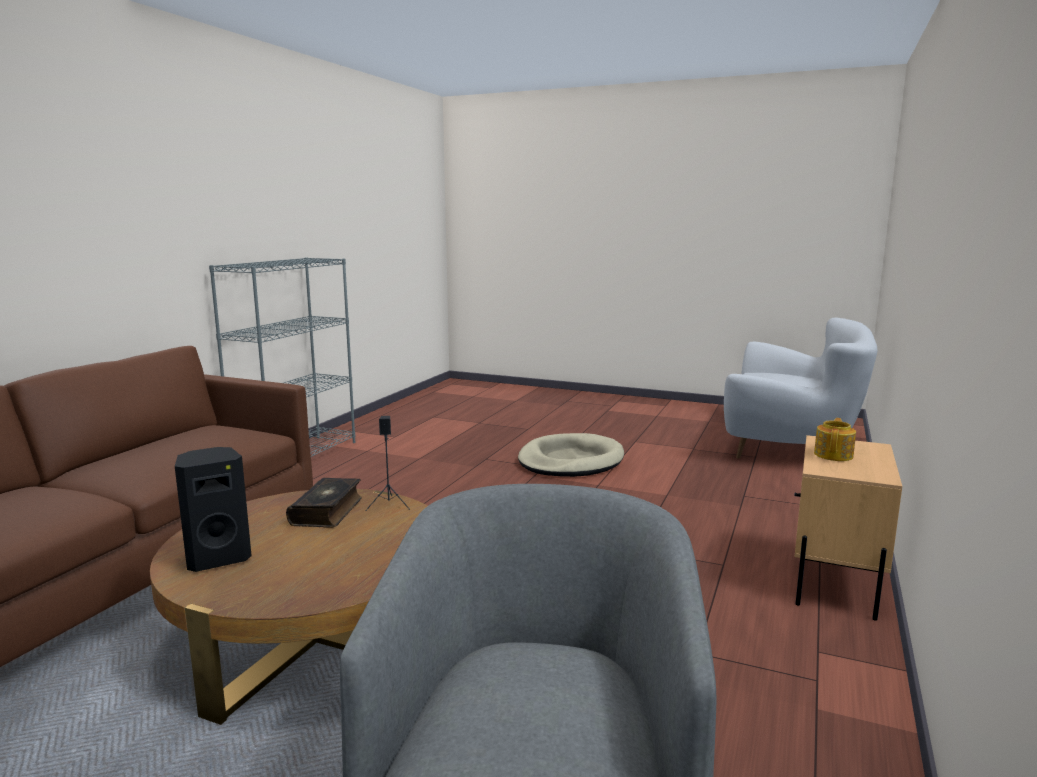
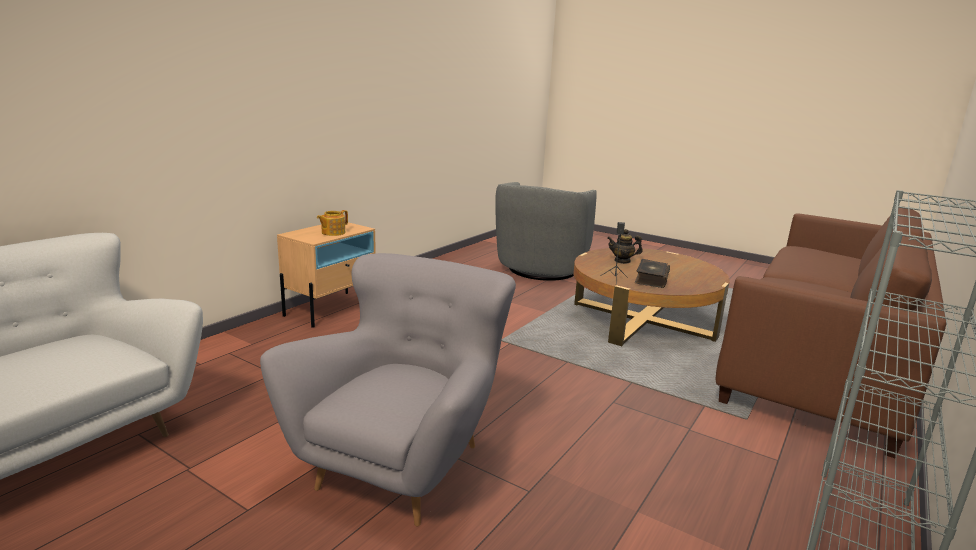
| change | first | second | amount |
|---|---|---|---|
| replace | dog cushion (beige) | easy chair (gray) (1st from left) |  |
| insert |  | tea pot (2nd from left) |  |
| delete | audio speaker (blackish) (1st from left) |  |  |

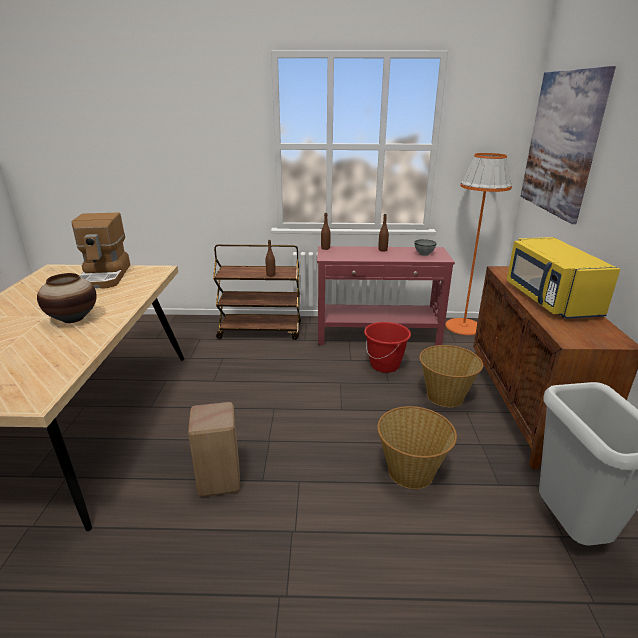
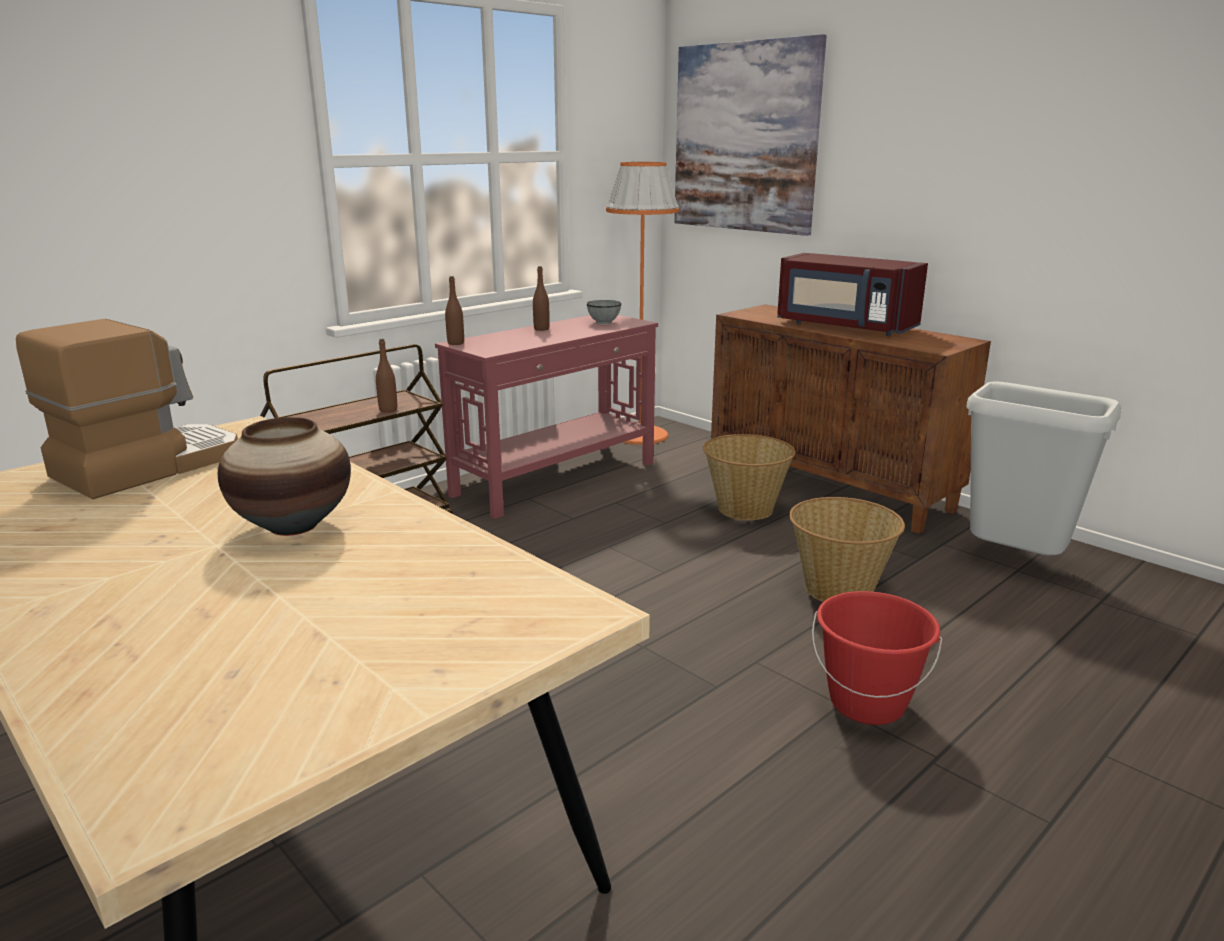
| change | first | second | amount |
|---|---|---|---|
| rotate | coffee maker |  | 90 degrees counterclockwise |
| recolor | microwave (yellow) | microwave (red) |  |
| move | bucket (red) |  |  |
| delete | sitting stool (beige) |  |  |

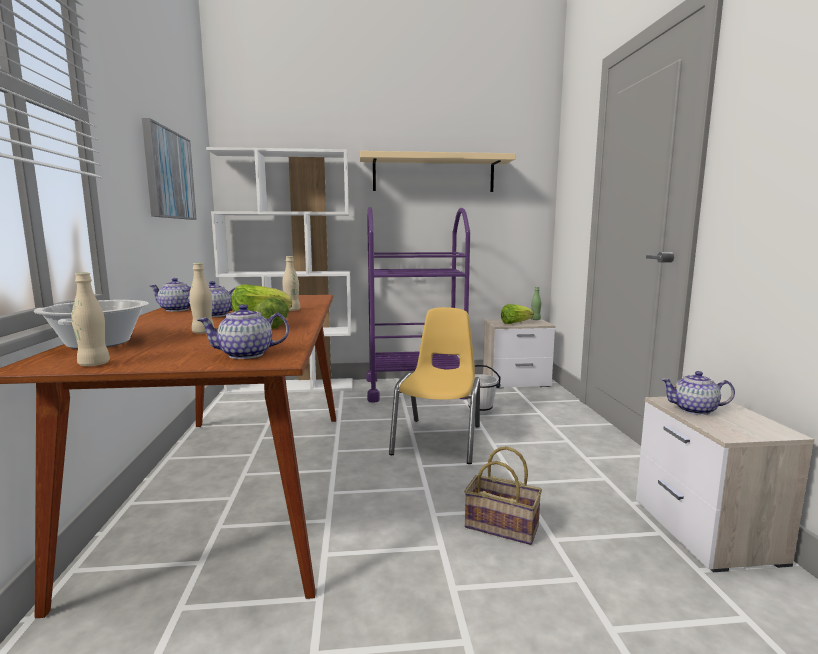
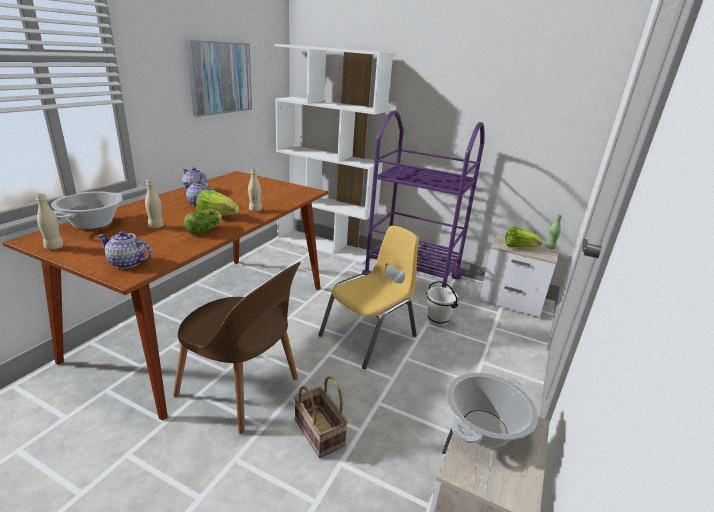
| change | first | second | amount |
|---|---|---|---|
| insert |  | upright chair (brownish) |  |
| replace | tea pot (4th from left) | saucepot (2nd from left) |  |
| delete | bracket shelf (beige) |  |  |

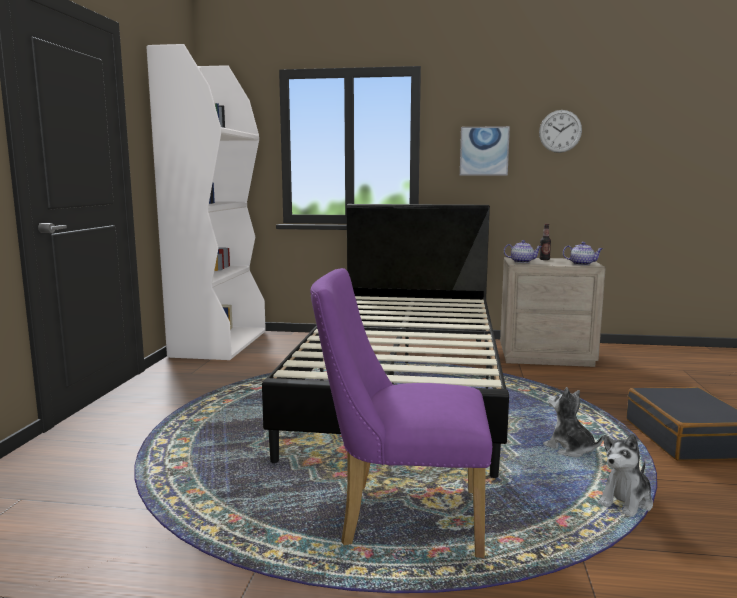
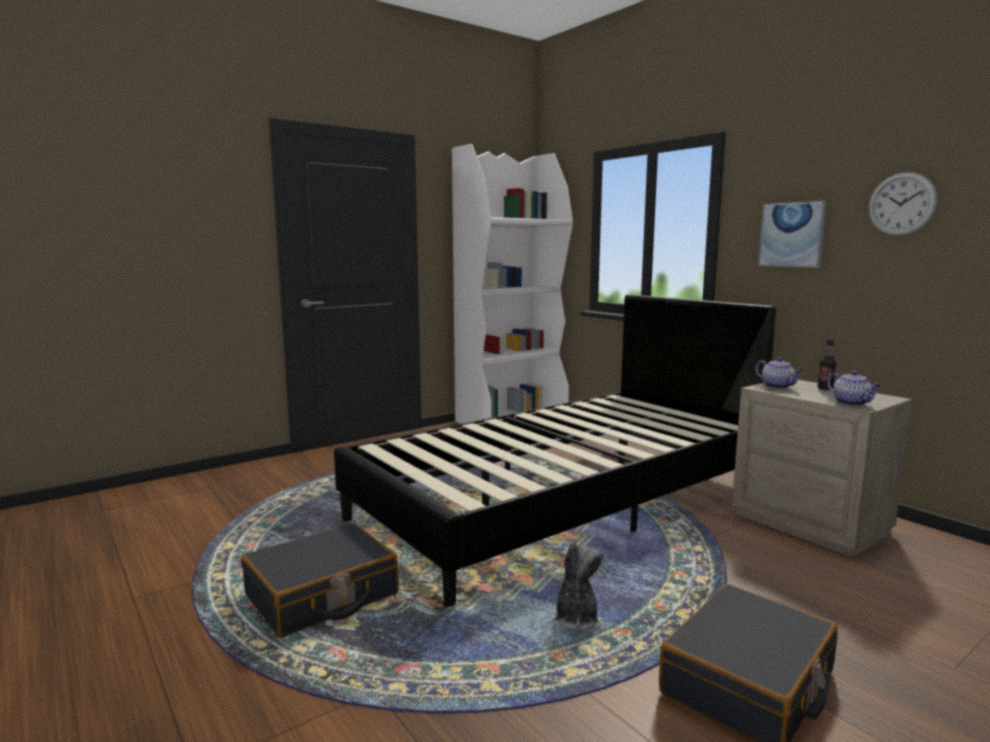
| change | first | second | amount |
|---|---|---|---|
| replace | upright chair (purple-coloured) | travel case (blackish) (1st from left) |  |
| delete | soft toy (2nd from left) |  |  |

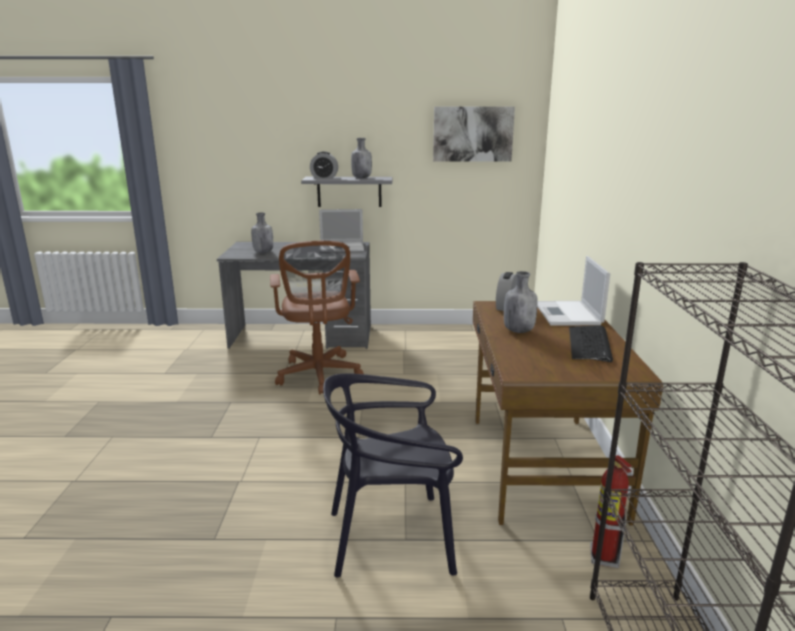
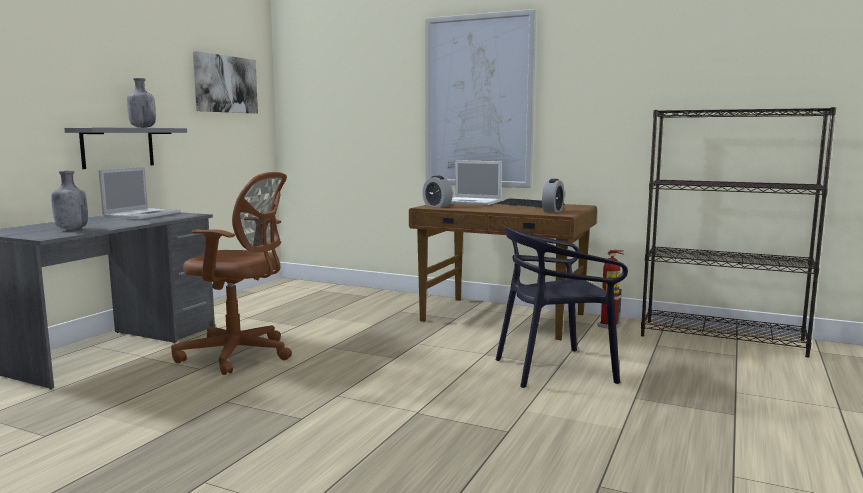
| change | first | second | amount |
|---|---|---|---|
| insert |  | wall picture (2nd from left) |  |
| rotate | upright chair (blackish) |  | 60 degrees clockwise |
| move | alarm clock (1st from left in the first image) | alarm clock (2nd from left) |  |
| delete | drink bottle (gray) (3rd from left) |  |  |

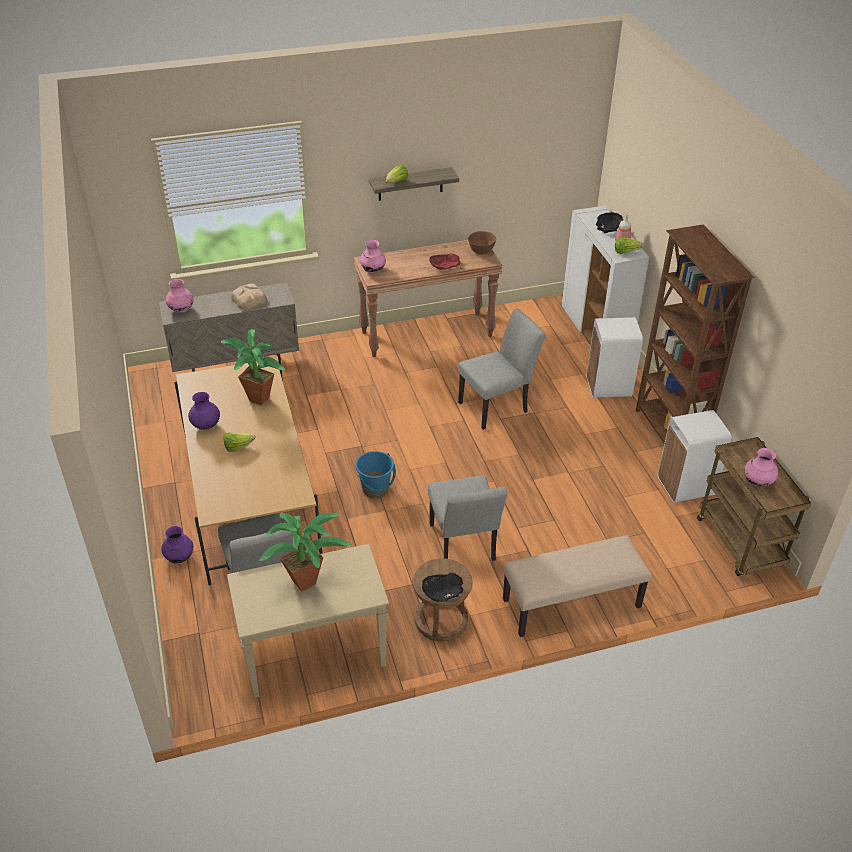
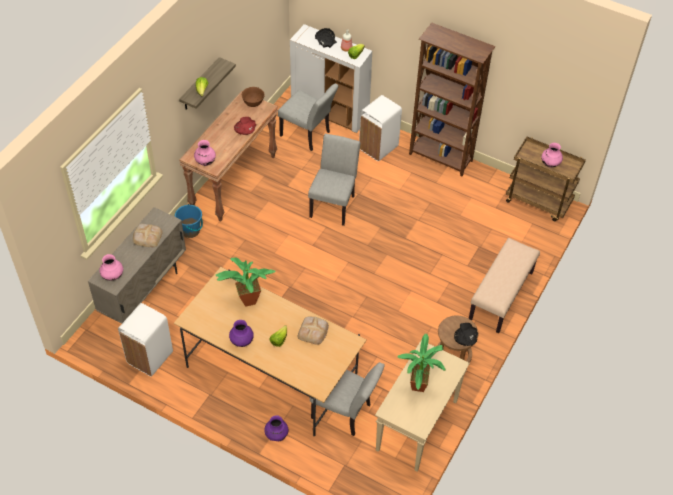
| change | first | second | amount |
|---|---|---|---|
| move | trash can (white-coloured) (2nd from left in the first image) | trash can (white-coloured) (1st from left) |  |
| move | bucket (blue) |  |  |
| move | upright chair (gray) (2nd from left in the first image) | upright chair (gray) (1st from left) |  |
| insert |  | baked bread (2nd from left) |  |

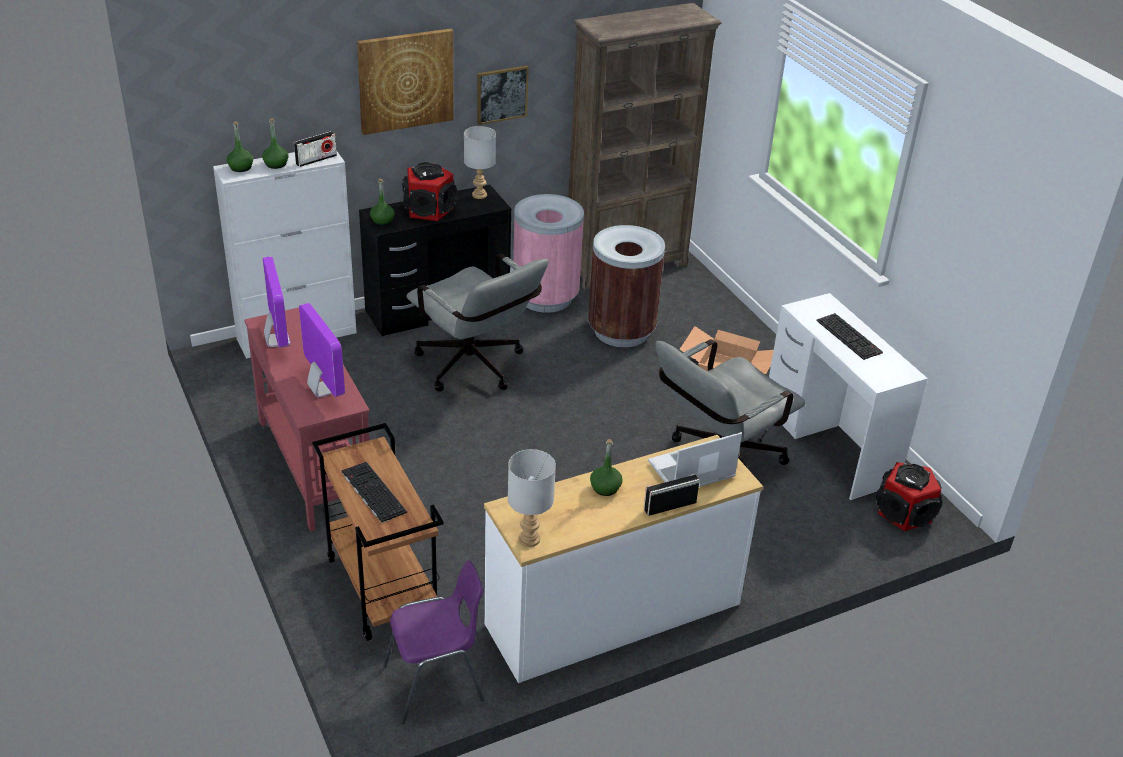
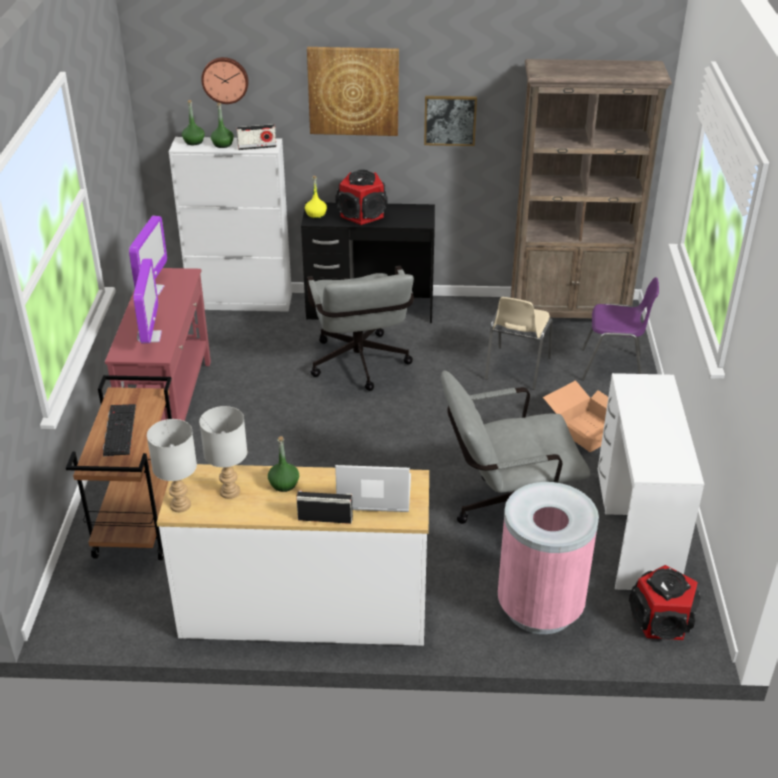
| change | first | second | amount |
|---|---|---|---|
| move | table lamp (gray) (1st from left in the first image) | table lamp (gray) (2nd from left) |  |
| insert |  | hanging clock |  |
| recolor | drink bottle (greenish) (3rd from left) | drink bottle (yellow) |  |
| replace | trash can (brownish) | upright chair (beige) |  |
| move | trash can (pink) |  |  |
| move | upright chair (purple-coloured) |  |  |
| delete | computer keyboard (2nd from left) |  |  |

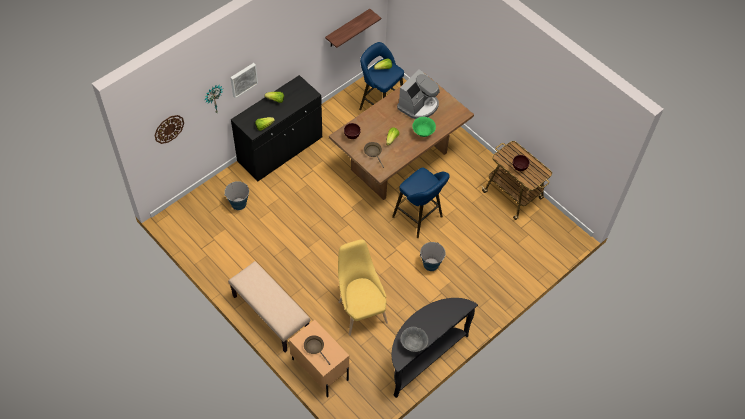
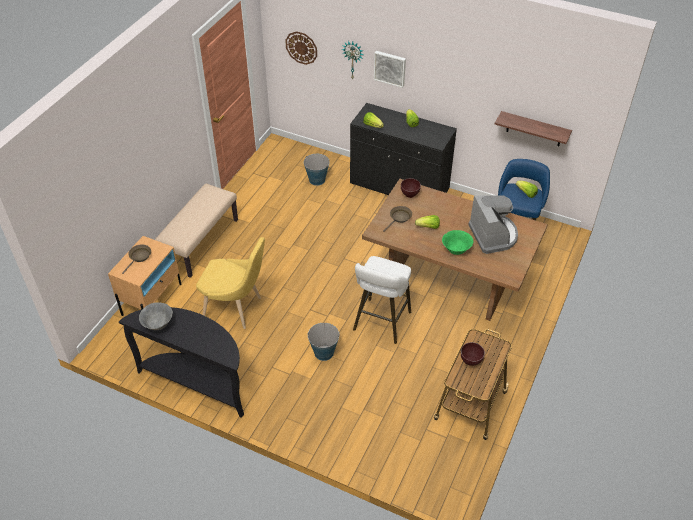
| change | first | second | amount |
|---|---|---|---|
| rotate | upright chair (yellow) |  | 60 degrees clockwise |
| recolor | sitting stool (blue) (2nd from left) | sitting stool (white-coloured) |  |
| rotate | coffee maker |  | 120 degrees counterclockwise |

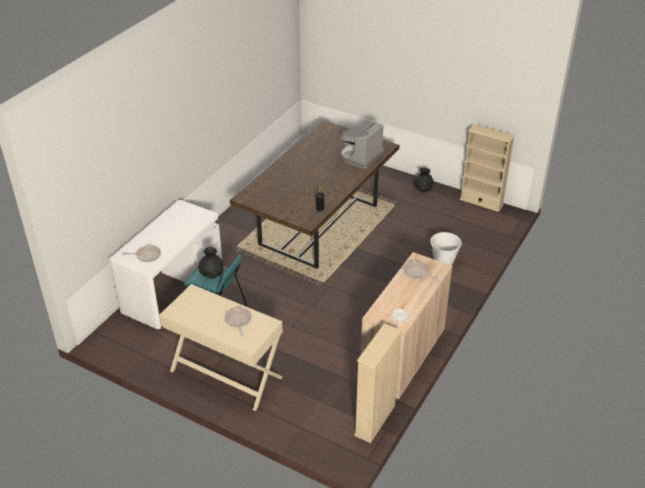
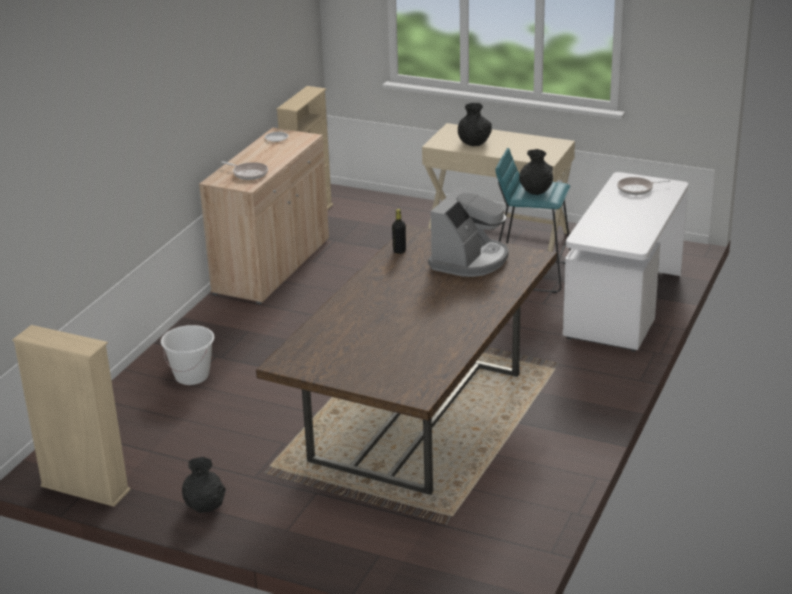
| change | first | second | amount |
|---|---|---|---|
| move | coffee maker |  |  |
| replace | pan (2nd from left) | decorative vase (blackish) (2nd from left) |  |

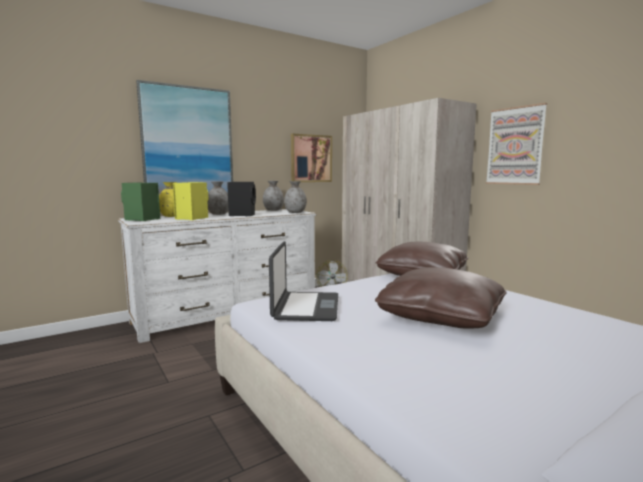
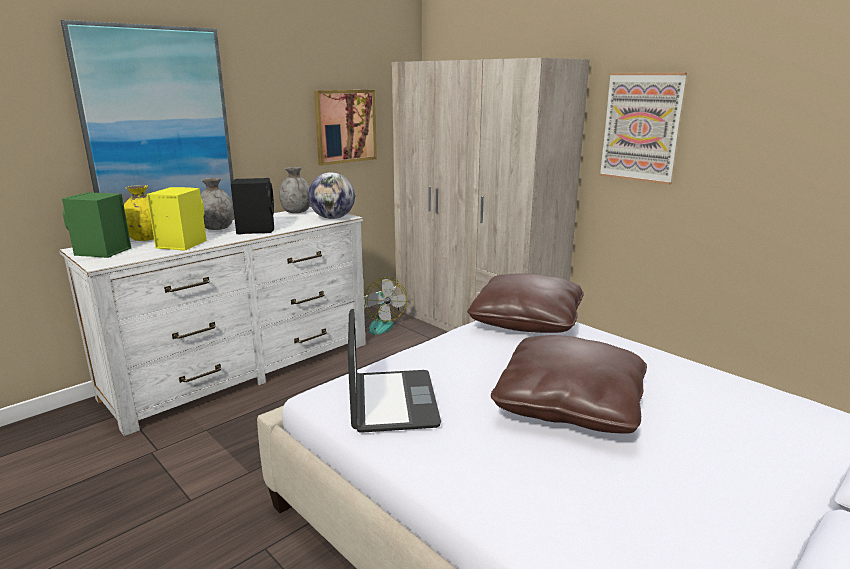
| change | first | second | amount |
|---|---|---|---|
| replace | decorative vase (gray) (3rd from left) | globe |  |

